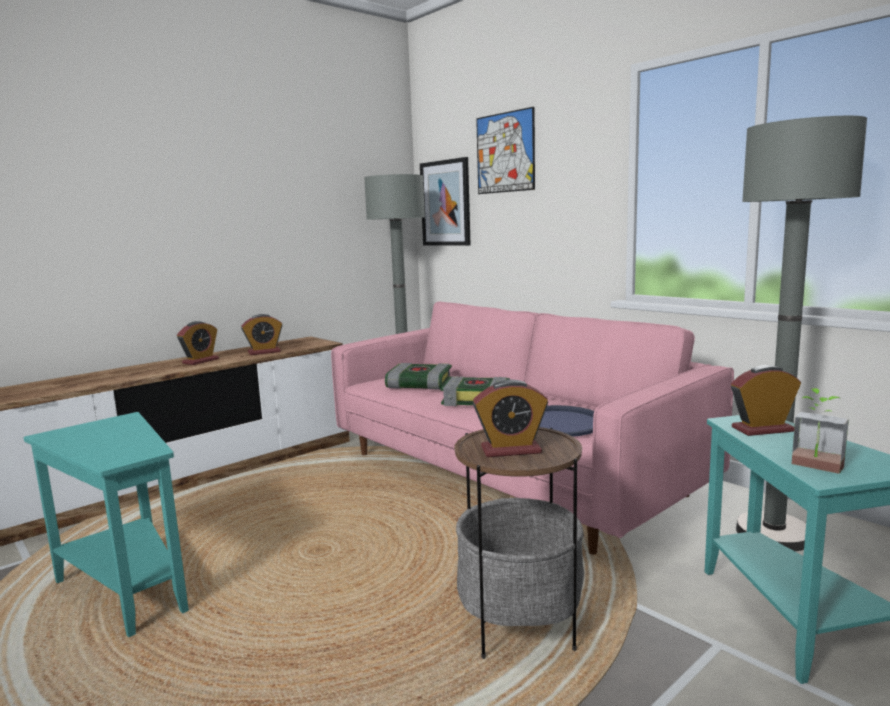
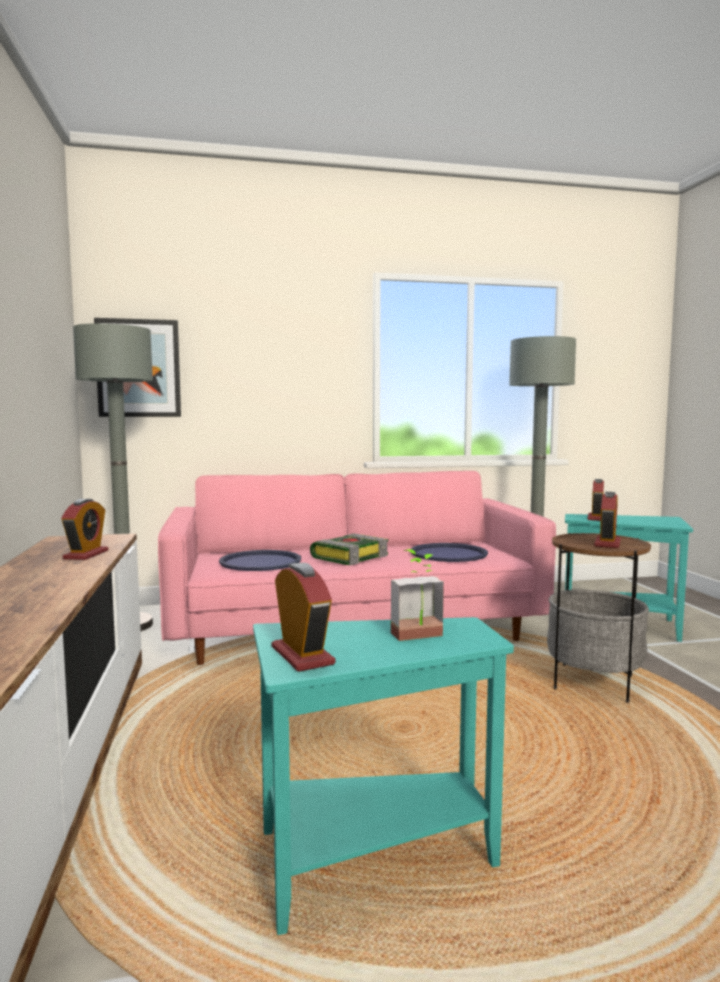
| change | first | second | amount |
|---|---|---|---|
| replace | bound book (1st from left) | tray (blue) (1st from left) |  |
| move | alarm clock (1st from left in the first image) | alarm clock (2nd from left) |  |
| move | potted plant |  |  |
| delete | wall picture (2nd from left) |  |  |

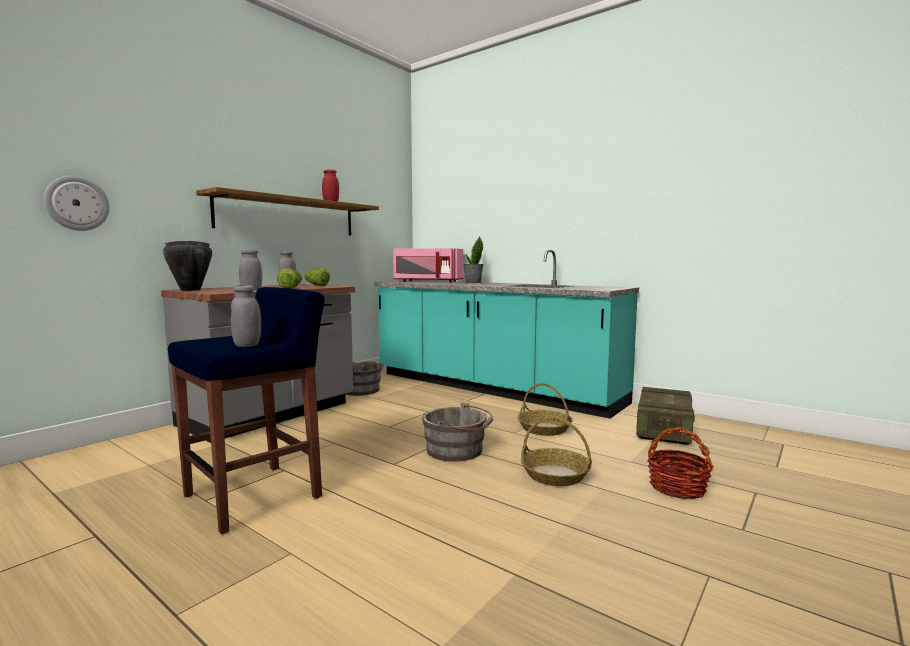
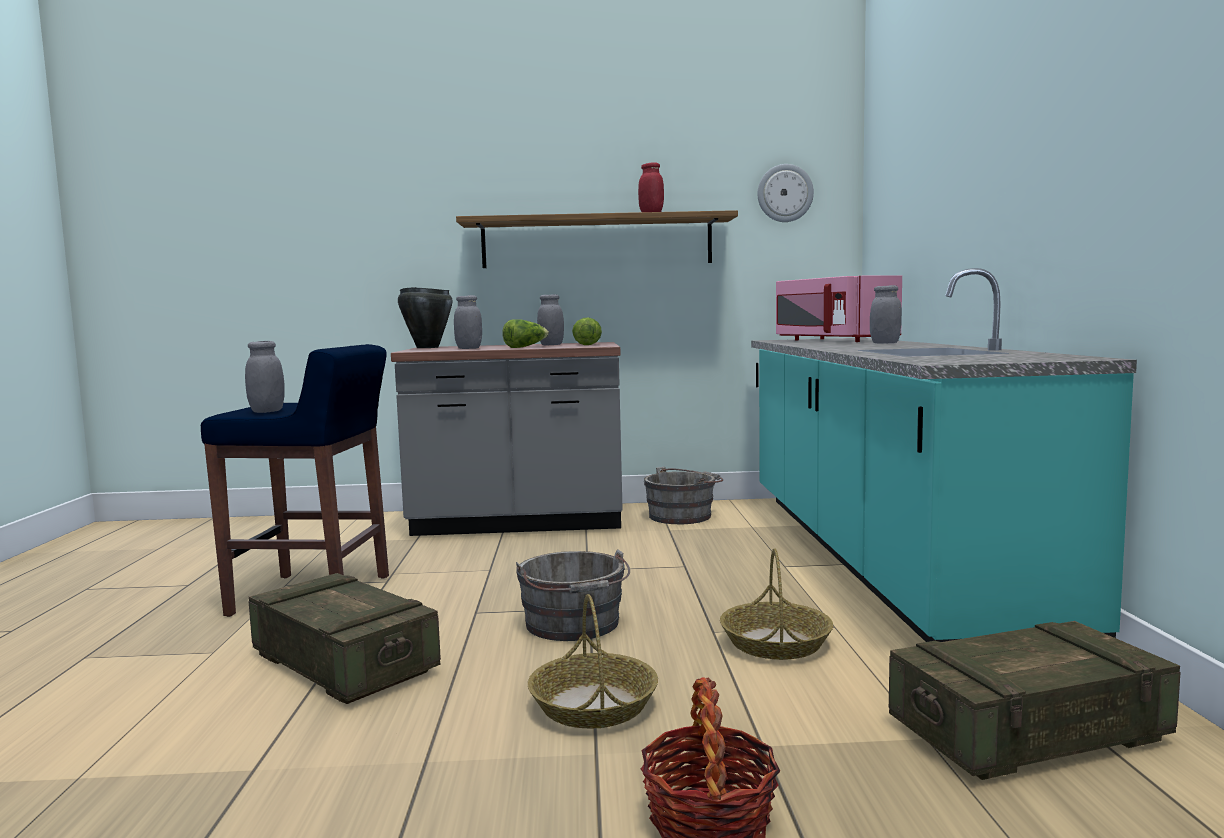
| change | first | second | amount |
|---|---|---|---|
| insert |  | packing crate (1st from left) |  |
| move | hanging clock |  |  |
| replace | potted plant | preserve jar (gray) (4th from left) |  |

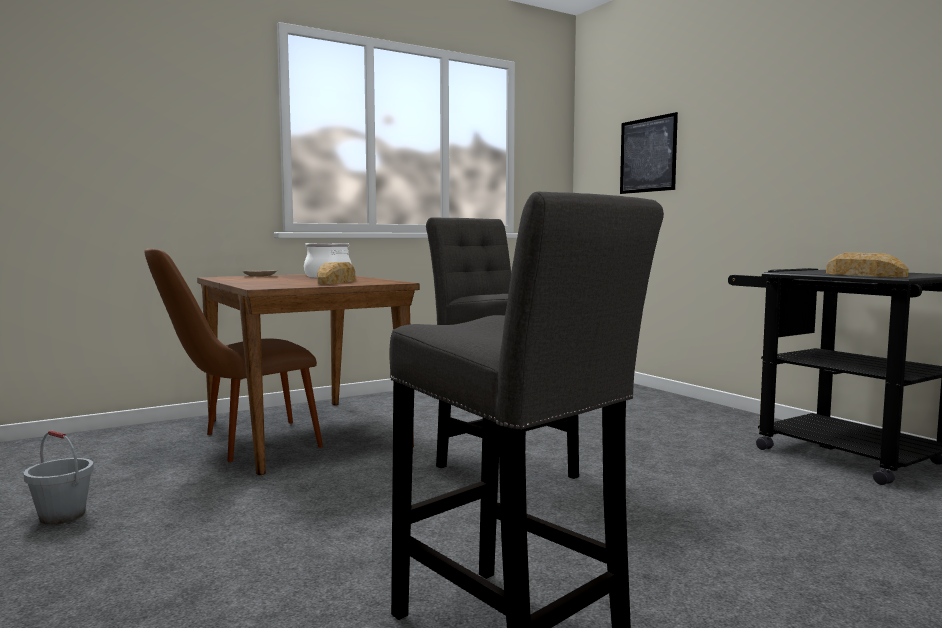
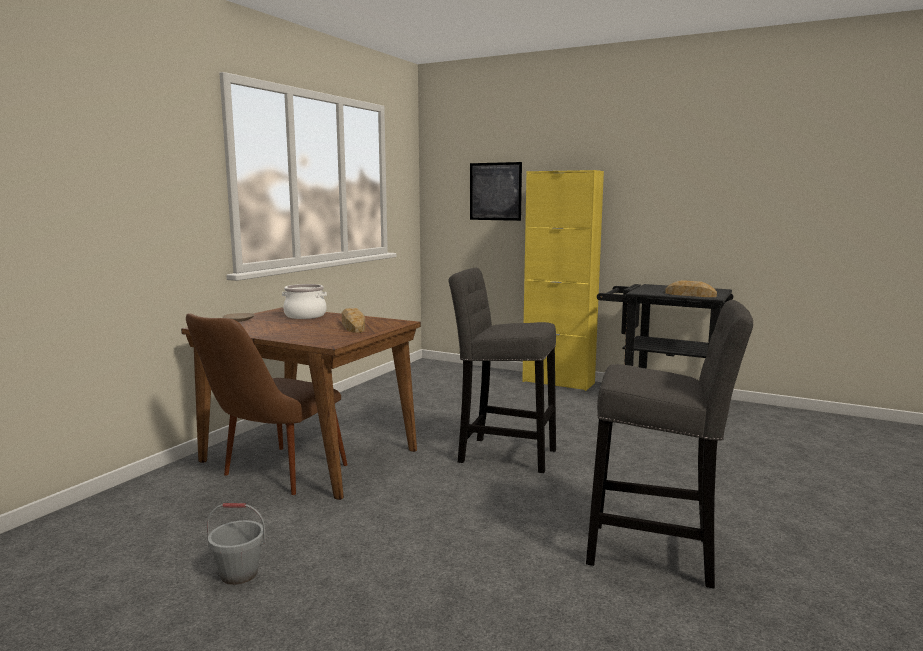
| change | first | second | amount |
|---|---|---|---|
| insert |  | storage cabinet (yellow) |  |

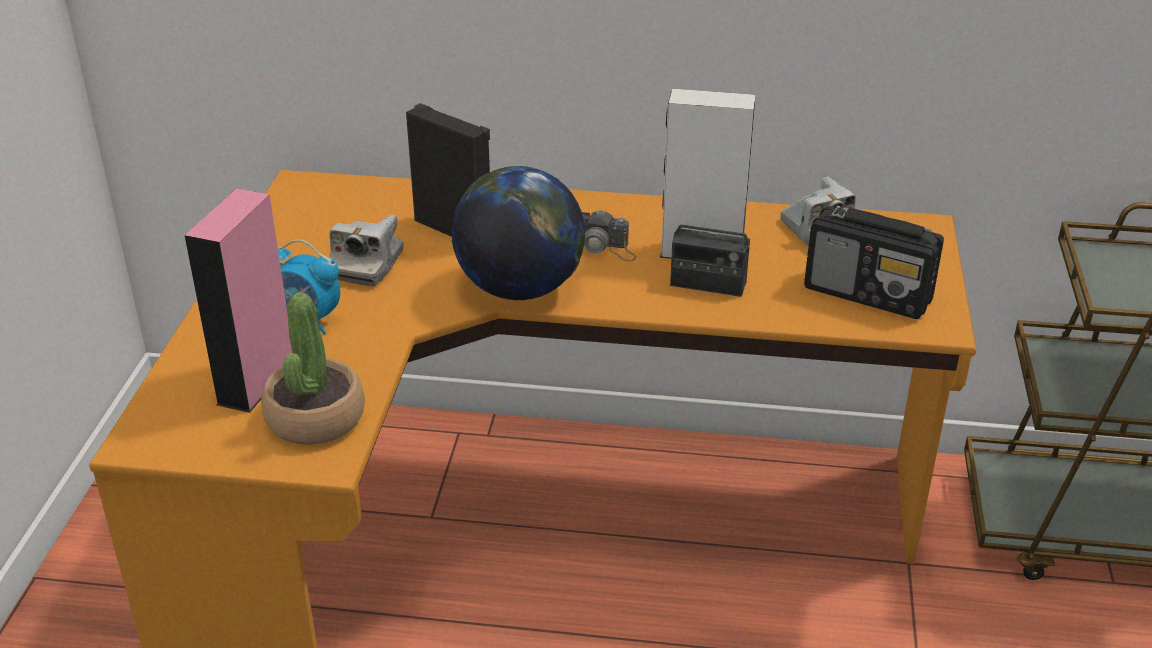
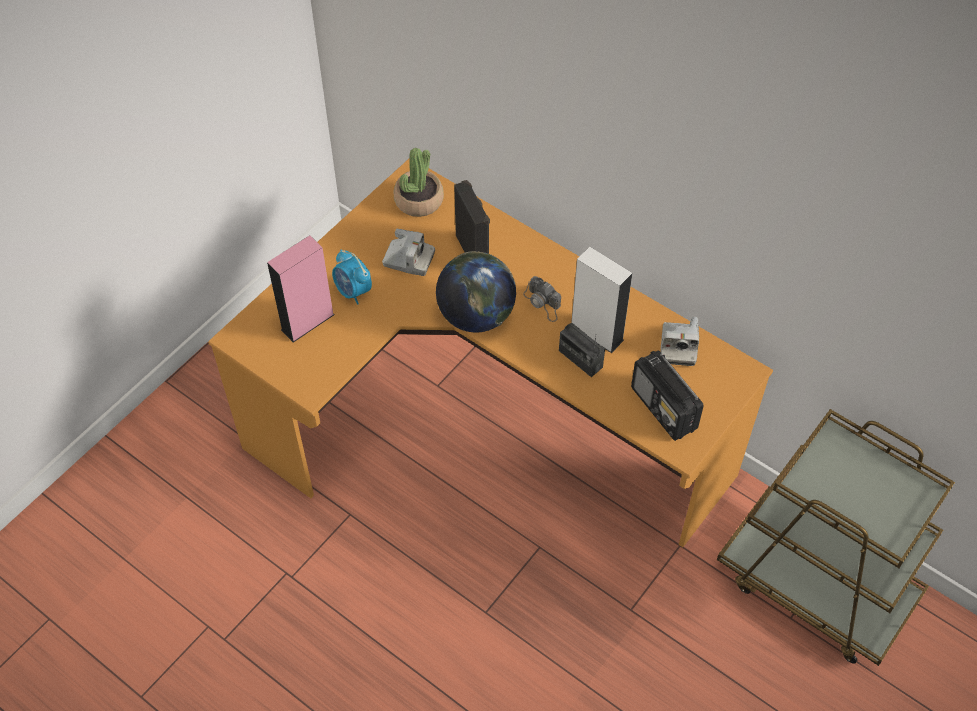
| change | first | second | amount |
|---|---|---|---|
| rotate | still camera (1st from left) |  | 120 degrees counterclockwise |
| move | potted plant |  |  |

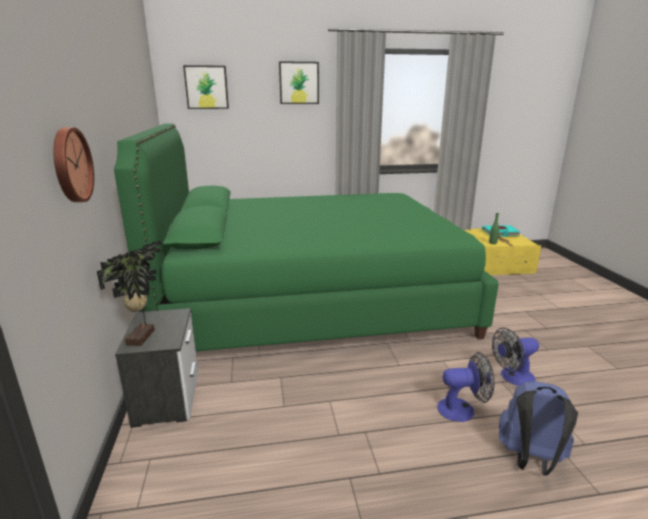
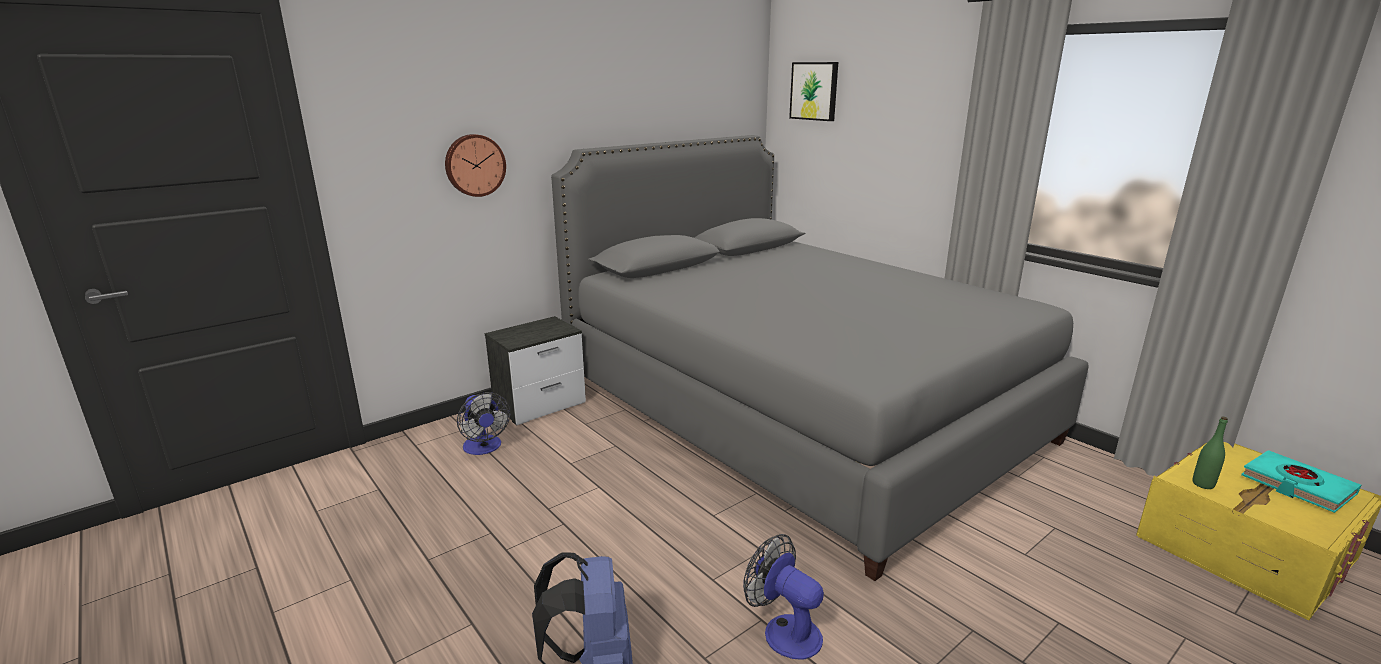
| change | first | second | amount |
|---|---|---|---|
| move | electric fan (1st from left) |  |  |
| recolor | sleeping bed (greenish) | sleeping bed (gray) |  |
| delete | potted plant |  |  |
| delete | wall picture (2nd from left) |  |  |

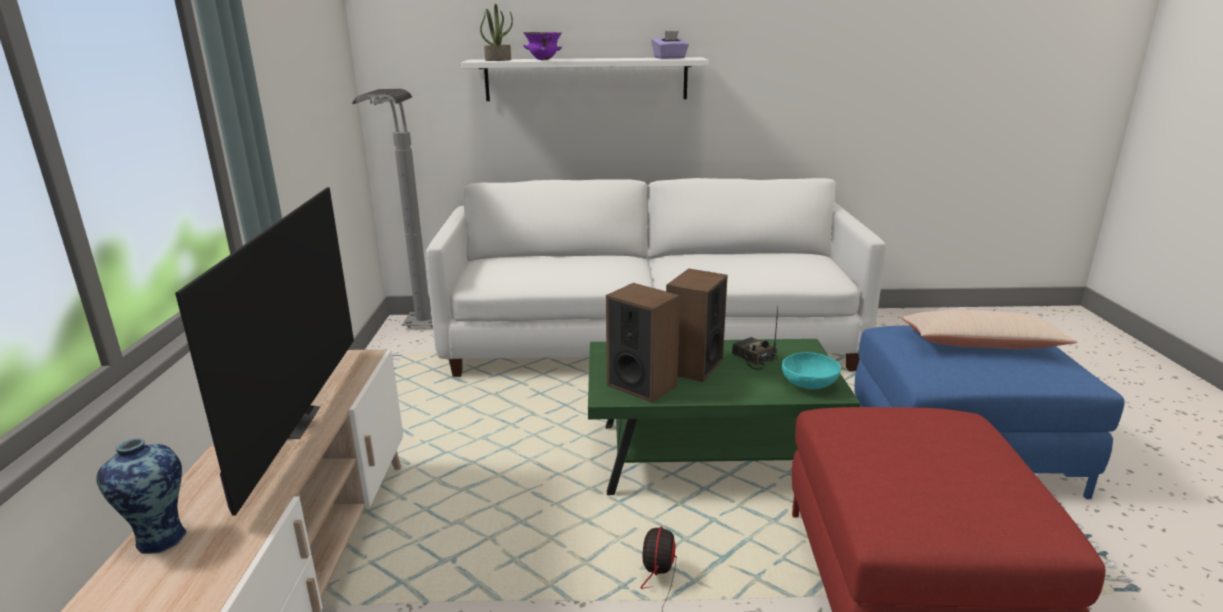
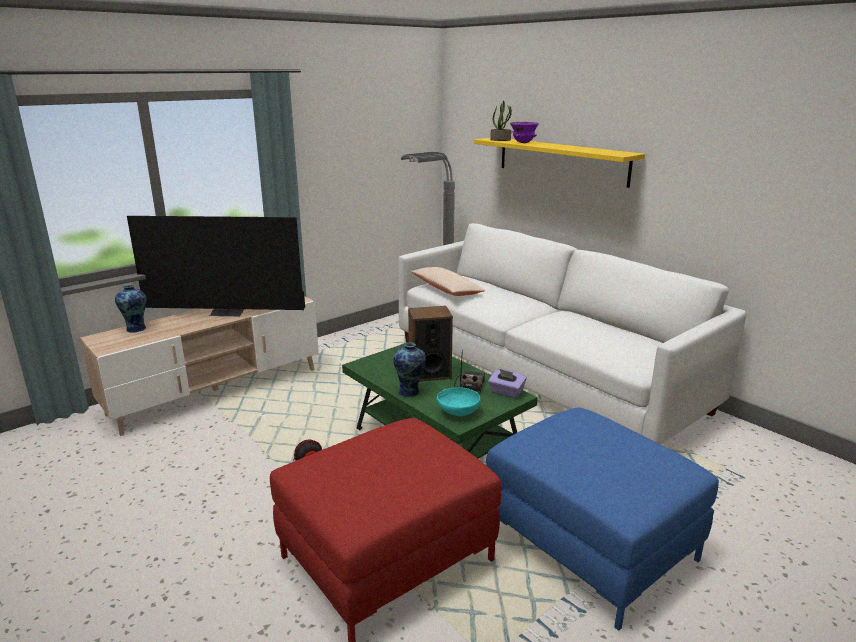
| change | first | second | amount |
|---|---|---|---|
| rotate | TV |  | 45 degrees clockwise |
| insert |  | decorative vase (2nd from left) |  |
| move | pillow (beige) |  |  |
| recolor | bracket shelf (white-coloured) | bracket shelf (yellow) |  |
| move | box of tissues (purple-coloured) |  |  |
| delete | audio speaker (1st from left) |  |  |

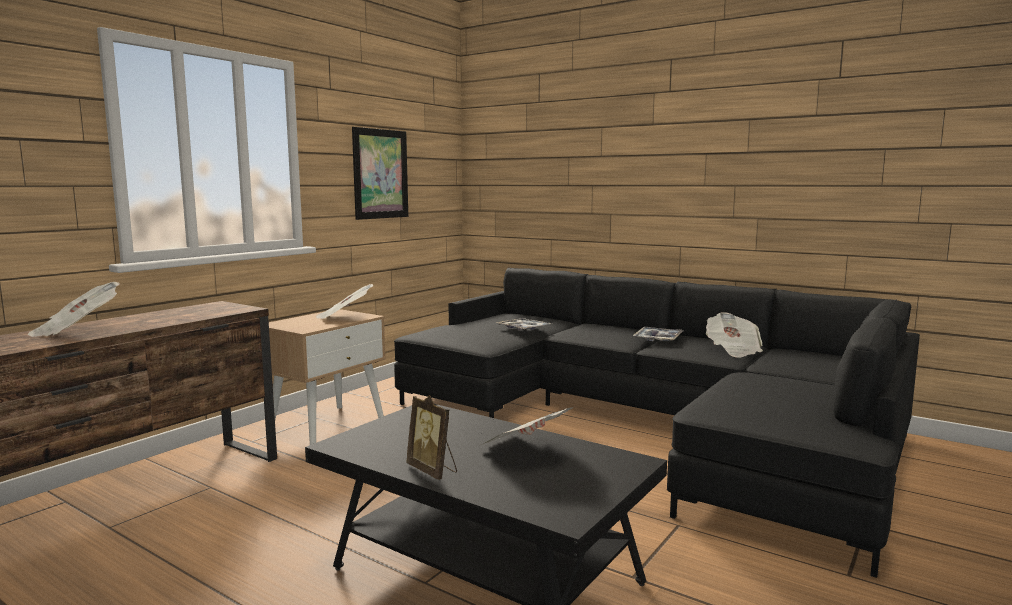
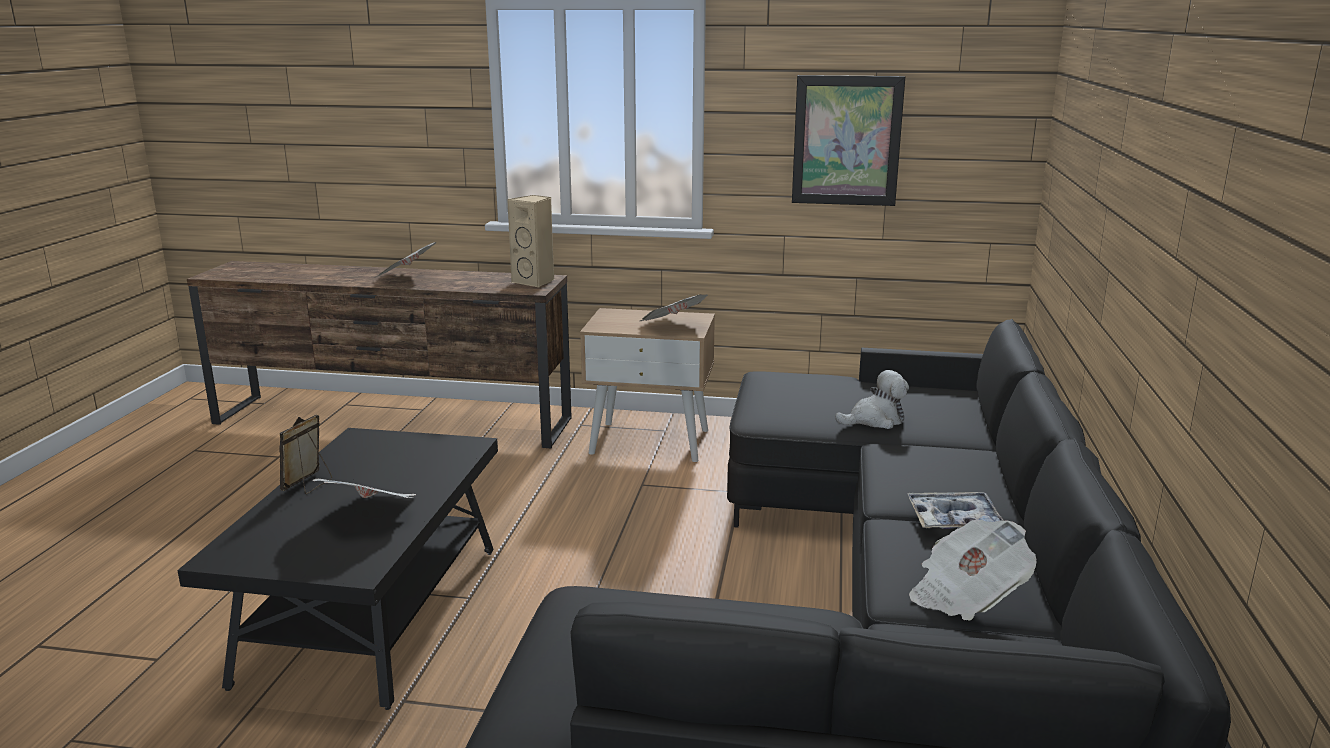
| change | first | second | amount |
|---|---|---|---|
| insert |  | audio speaker (beige) |  |
| replace | tray (1st from left) | soft toy |  |

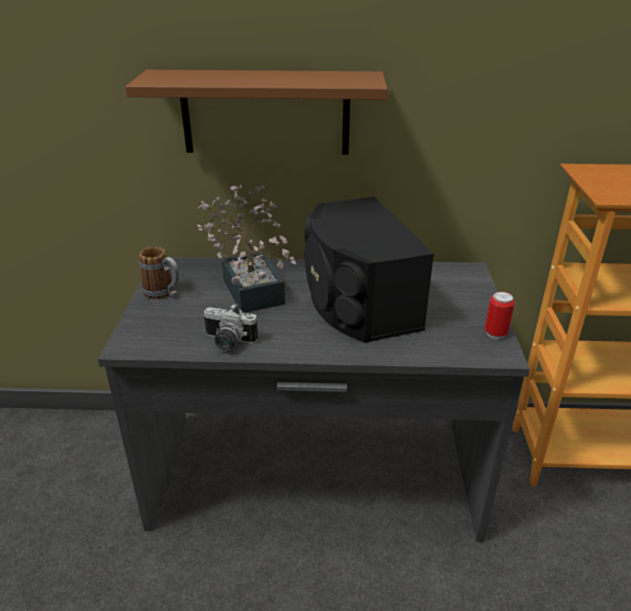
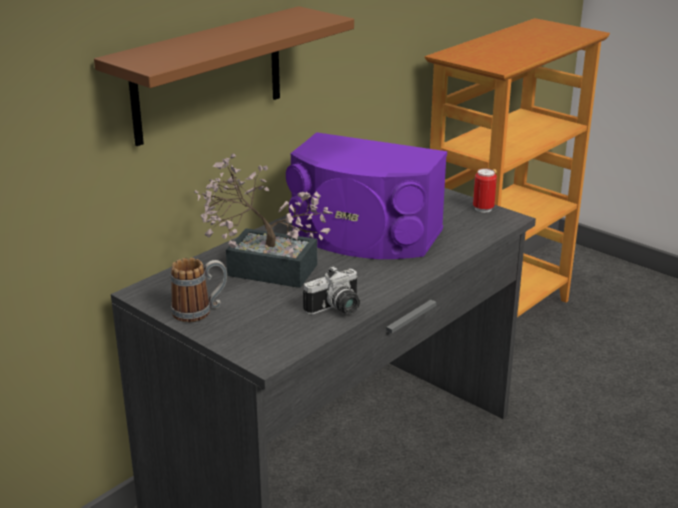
| change | first | second | amount |
|---|---|---|---|
| recolor | audio speaker (blackish) | audio speaker (purple-coloured) |  |

